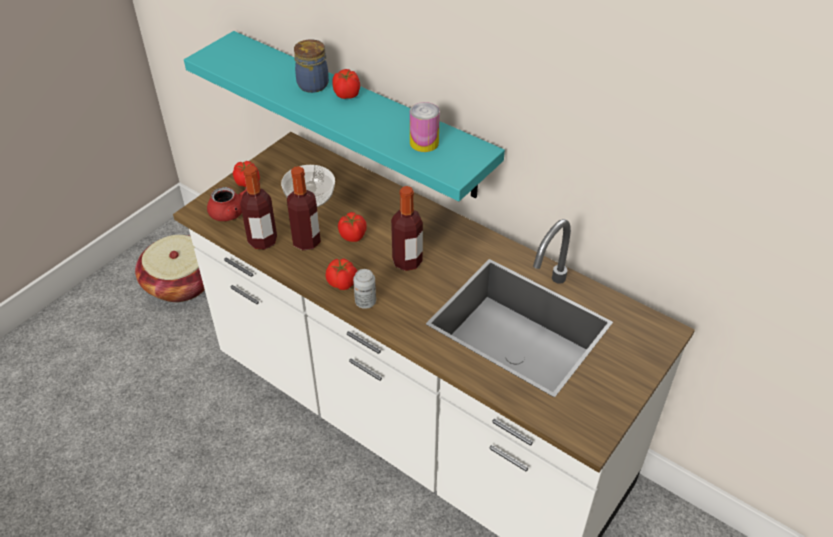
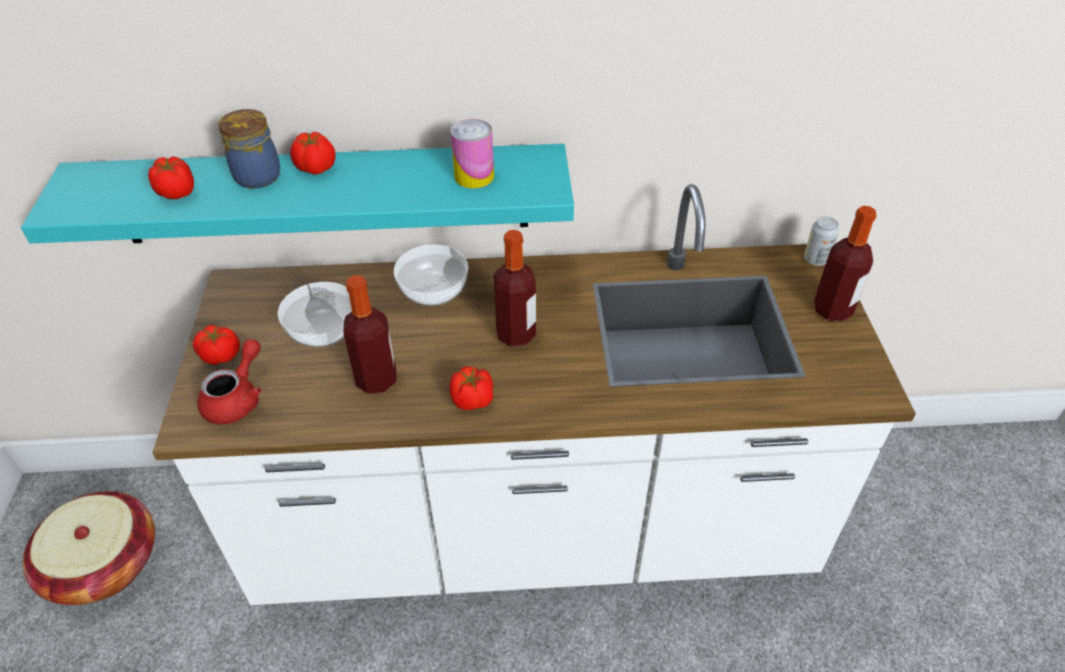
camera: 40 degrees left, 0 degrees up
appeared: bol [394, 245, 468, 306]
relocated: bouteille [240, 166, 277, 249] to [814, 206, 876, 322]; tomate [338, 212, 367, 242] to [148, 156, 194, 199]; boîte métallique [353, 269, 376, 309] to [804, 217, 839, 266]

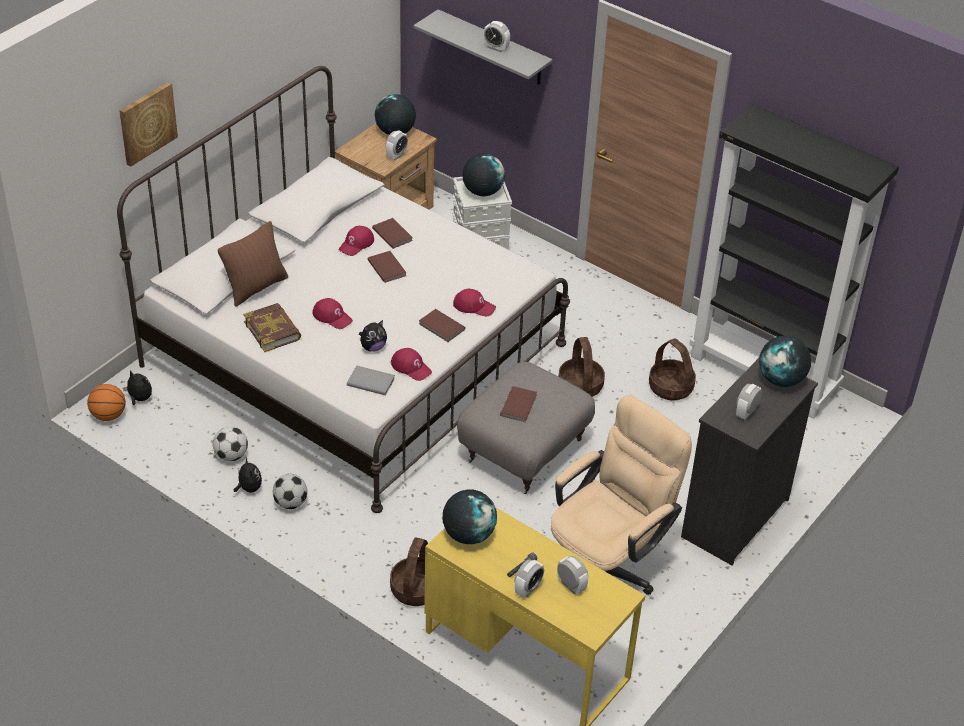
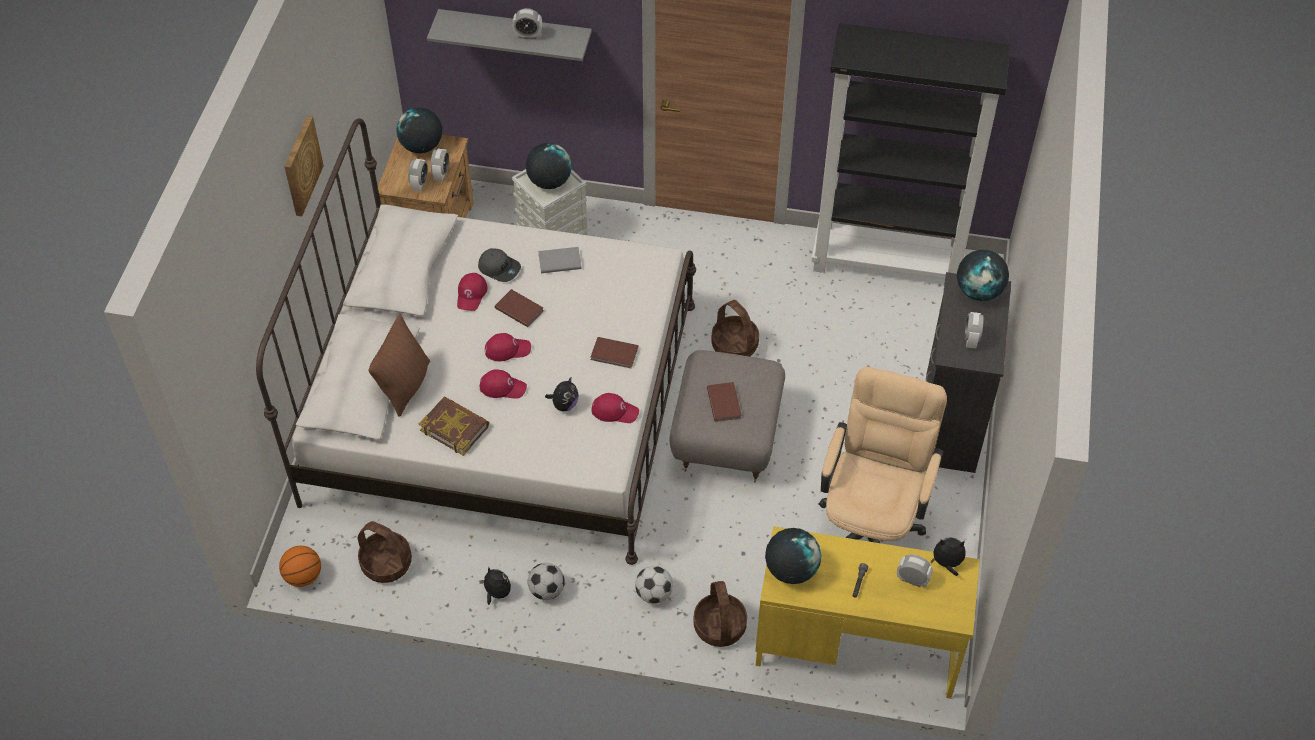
camera: 25 degrees left, 10 degrees up
relocated: tableau [119, 82, 178, 167] to [284, 116, 324, 216]; casquette/rouge [453, 288, 496, 316] to [485, 333, 531, 361]; panier [649, 339, 696, 401] to [357, 521, 412, 583]; livre/gris [347, 365, 395, 395] to [538, 247, 582, 273]; peluche [123, 370, 152, 405] to [931, 538, 966, 576]; ballon de foot [213, 427, 248, 461] to [635, 566, 673, 604]; réveil [514, 559, 544, 598] to [408, 159, 428, 191]
exchanged: livre/marron [372, 218, 413, 249] to casquette/gris [478, 248, 521, 282]

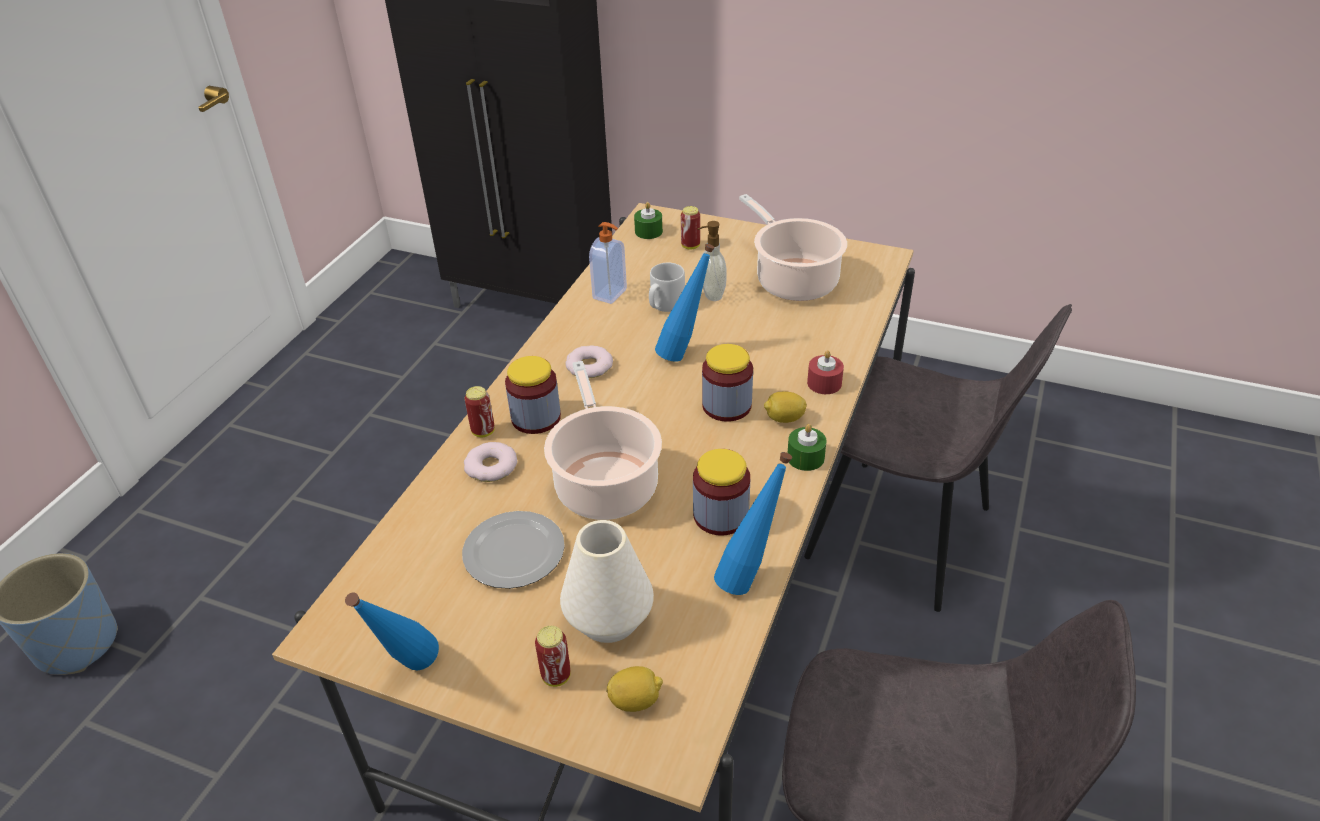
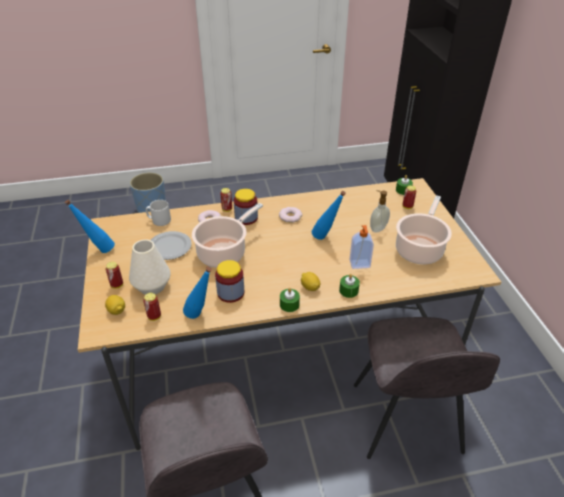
camera: 55 degrees right, 0 degrees up
missing: bocal [702, 344, 753, 422]
appeared: boîte métallique [143, 293, 161, 321]
relocated: distributeur de savon [589, 222, 627, 304] to [349, 225, 374, 269]; mug/gris [649, 263, 685, 312] to [146, 200, 171, 226]
colour: bougie/rouge [807, 350, 844, 394] to bougie/vert [339, 274, 360, 298]

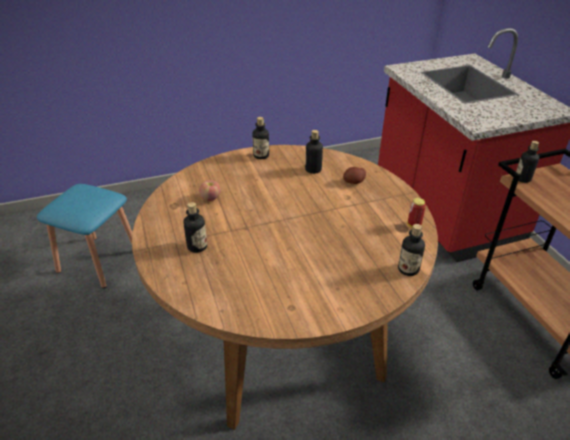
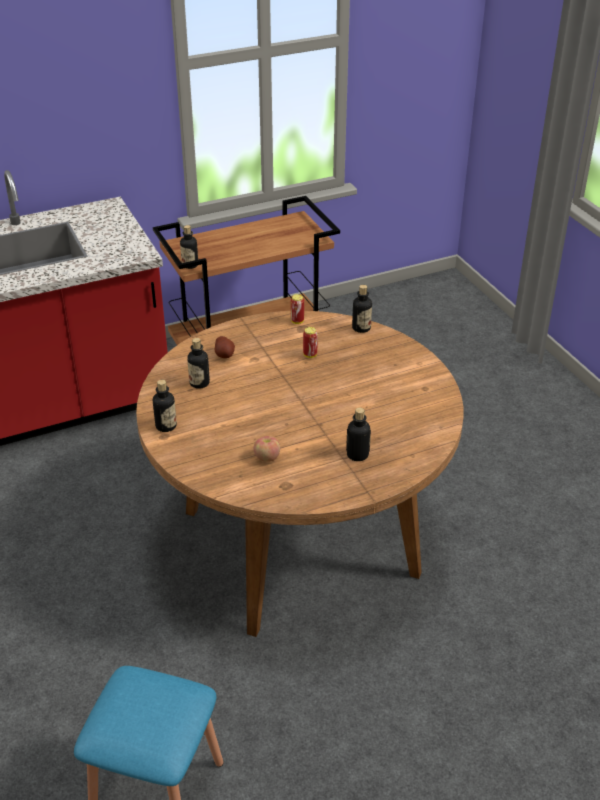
camera: 95 degrees left, 0 degrees up
appeared: boîte métallique [303, 327, 318, 358]

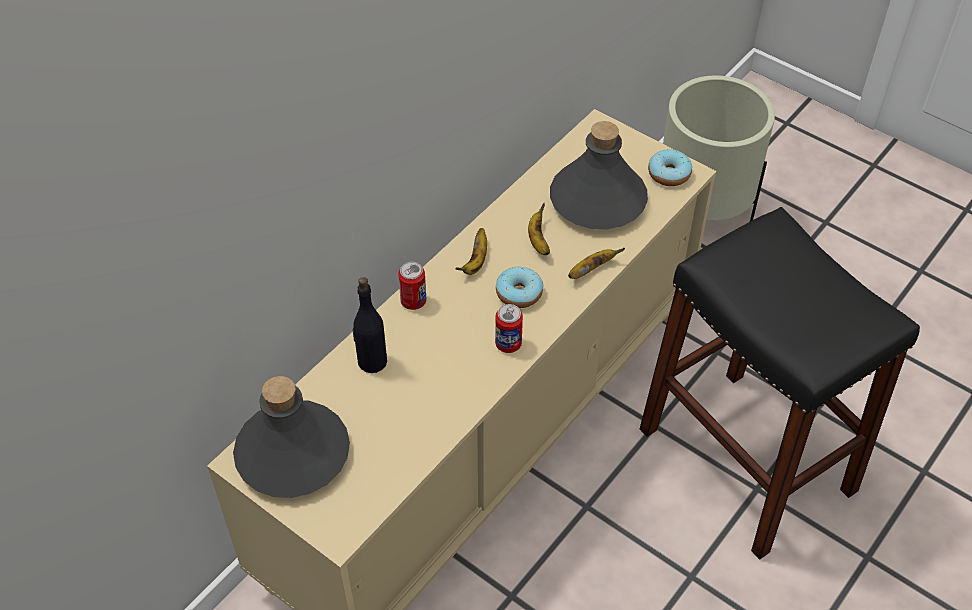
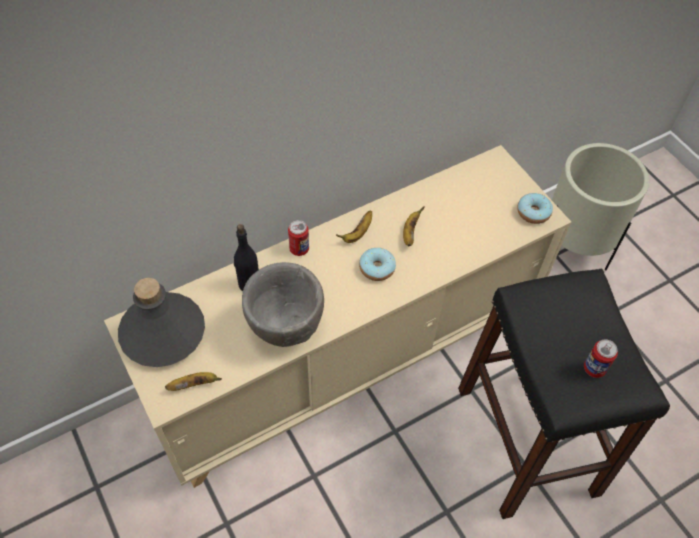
camera: 20 degrees right, 5 degrees up
missing: bouteille/gris [550, 121, 648, 229]
appeared: bol/gris [242, 262, 324, 347]
relocated: banane [568, 248, 625, 279] to [165, 372, 222, 391]; boîte métallique [495, 304, 523, 353] to [584, 339, 618, 378]

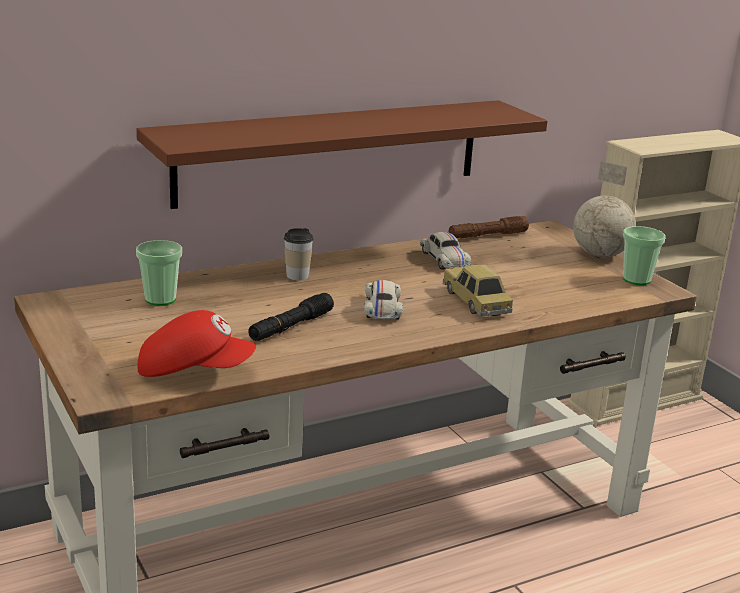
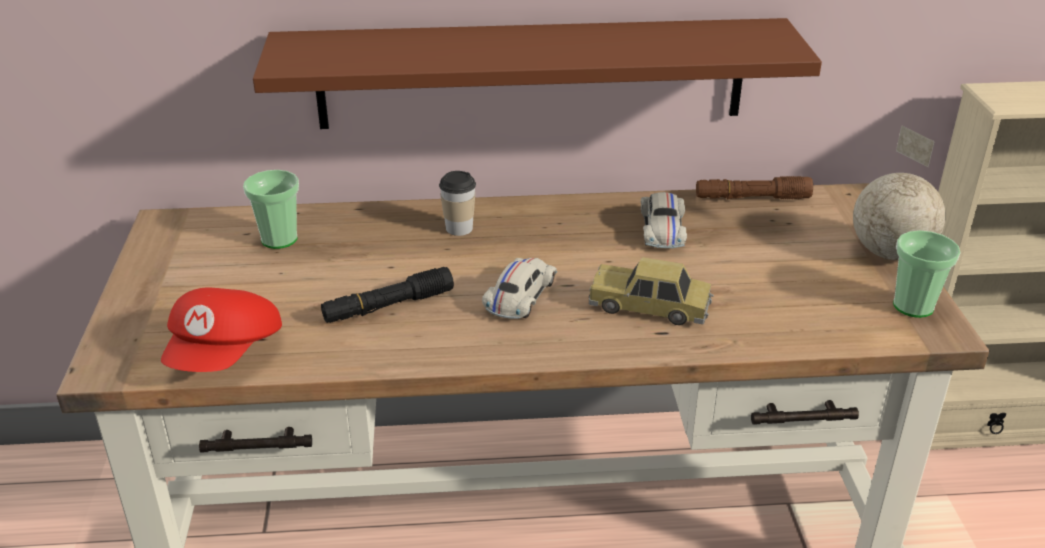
camera: 25 degrees right, 10 degrees up
spun: petite voiture [443, 265, 513, 317] = [589, 257, 714, 325] 75 degrees counterclockwise; casquette/rouge [138, 310, 256, 377] = [161, 287, 282, 372] 75 degrees clockwise

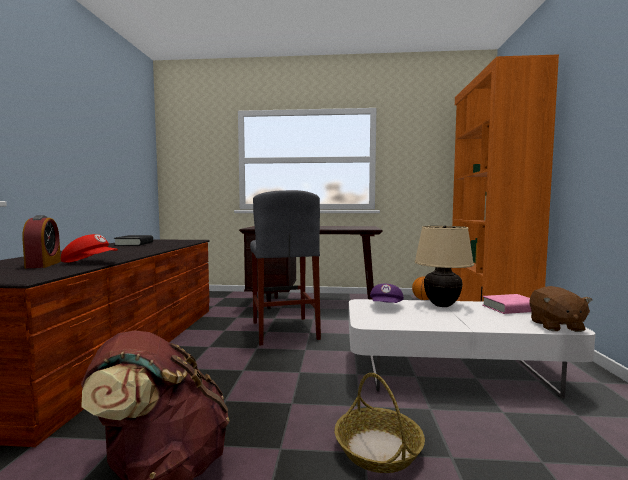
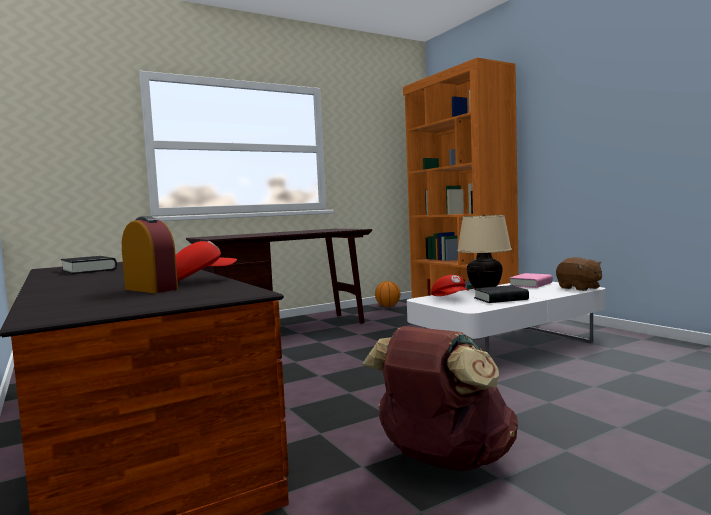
camera: 35 degrees left, 0 degrees up
missing: tabouret/gris [250, 190, 321, 345]; panier [335, 373, 425, 473]
appeared: livre/noir [474, 285, 529, 303]
colour: casquette/violet [370, 284, 404, 303] to casquette/rouge [431, 275, 469, 296]

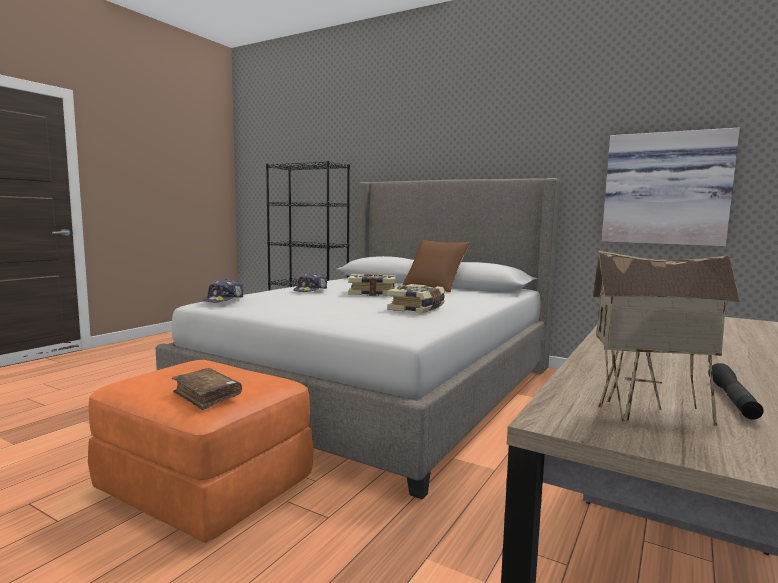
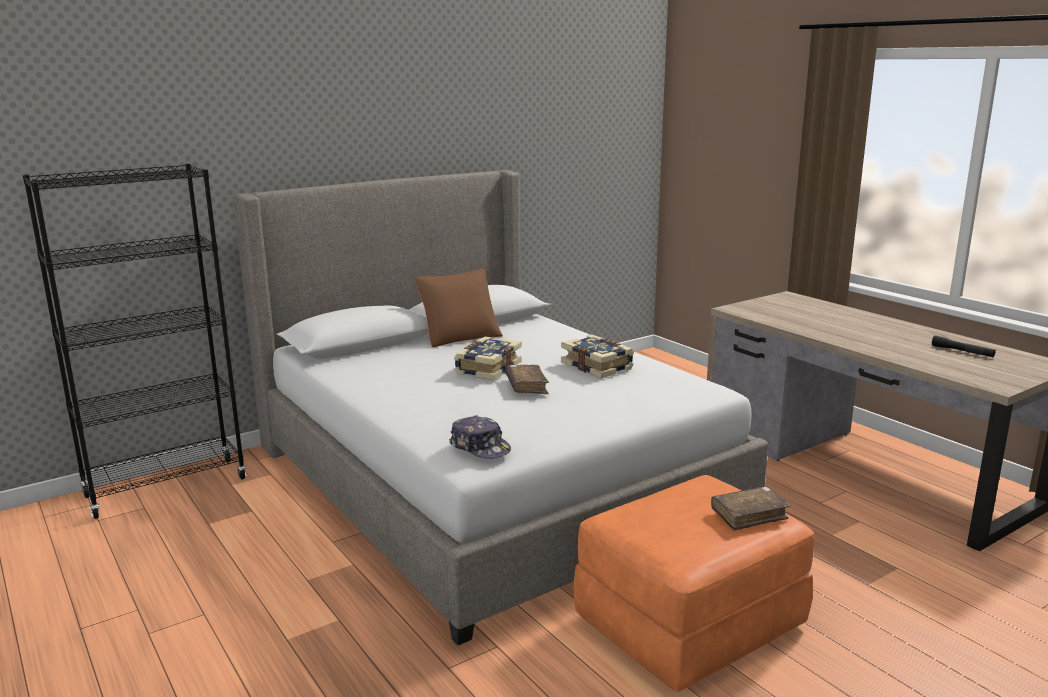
camera: 65 degrees left, 10 degrees up
missing: tableau [602, 128, 740, 246]; maison miniature [593, 250, 740, 426]; casquette [293, 273, 327, 292]
appeared: livre/marron [505, 365, 549, 394]

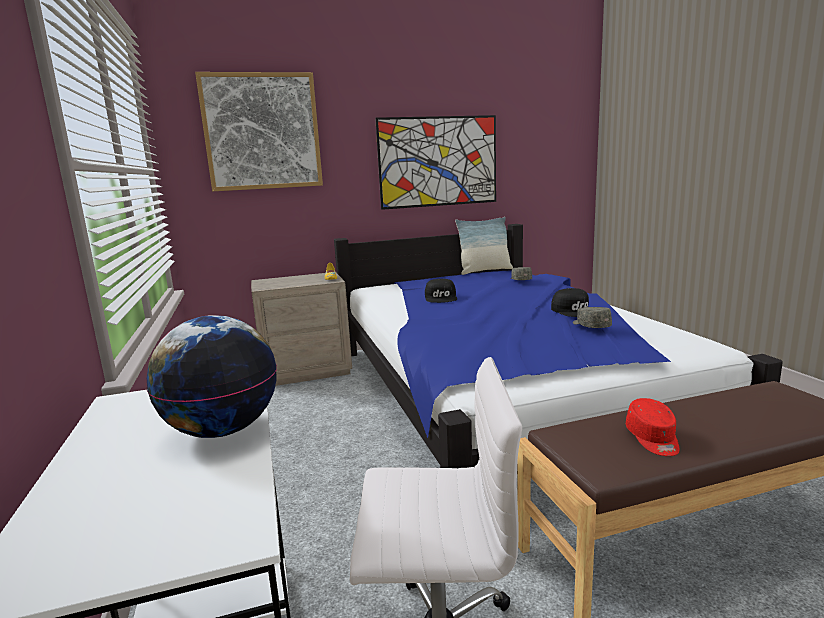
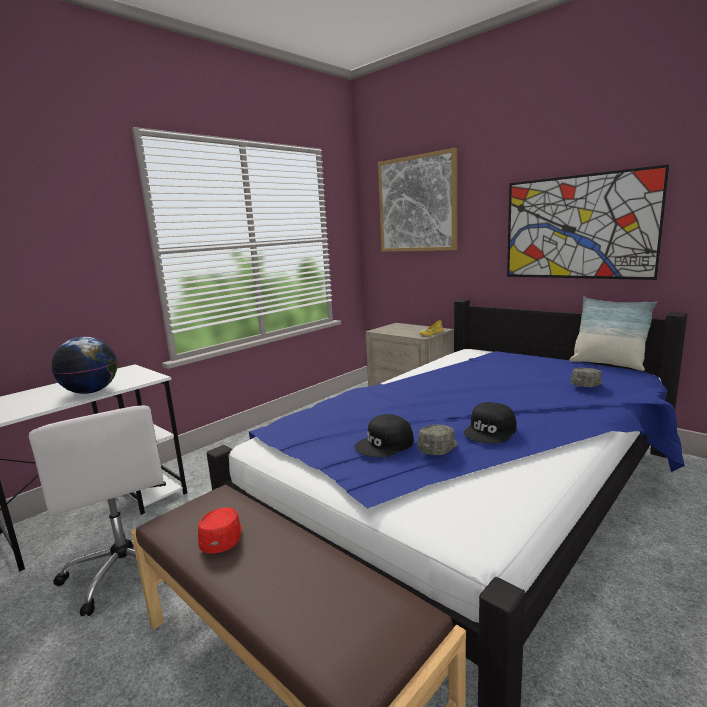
camera: 60 degrees right, 0 degrees up
relocated: casquette/noir [425, 279, 458, 303] to [355, 414, 414, 457]
spun: casquette/rouge [626, 398, 680, 456] = [198, 507, 242, 553] 120 degrees clockwise

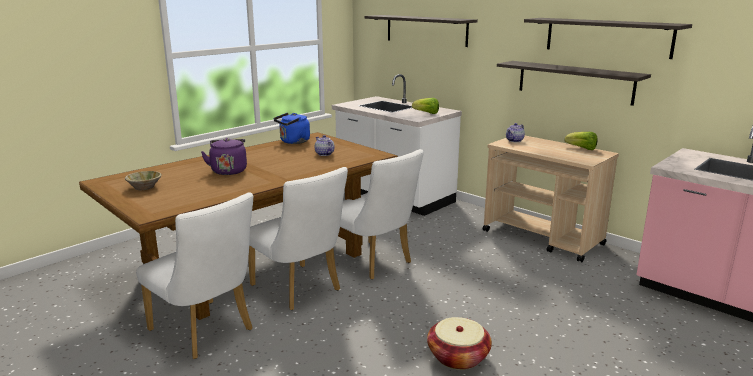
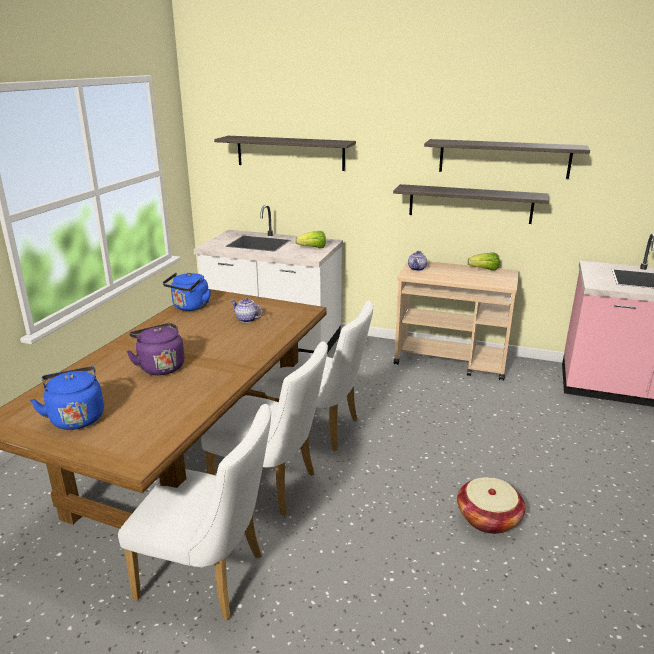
camera: 25 degrees left, 5 degrees up
exchanged: bol/beige [125, 171, 162, 190] to bouilloire/bleu [30, 366, 104, 430]

